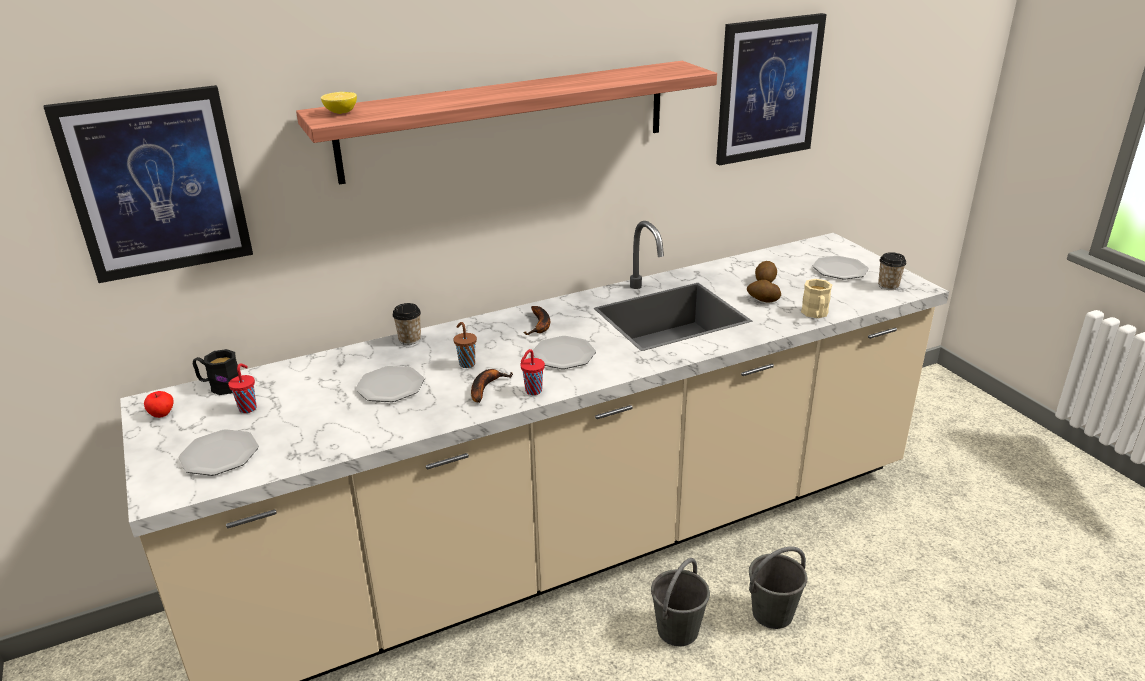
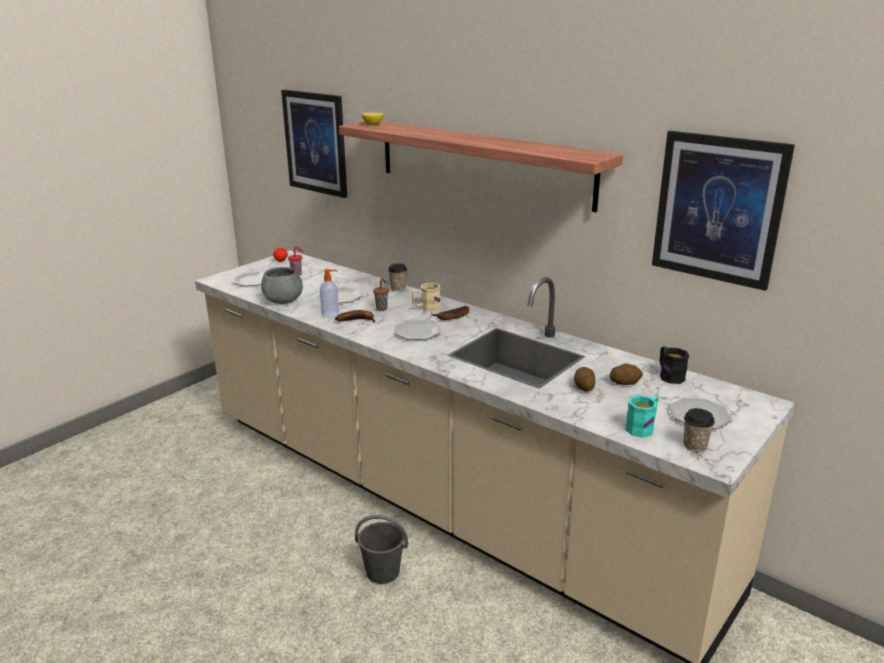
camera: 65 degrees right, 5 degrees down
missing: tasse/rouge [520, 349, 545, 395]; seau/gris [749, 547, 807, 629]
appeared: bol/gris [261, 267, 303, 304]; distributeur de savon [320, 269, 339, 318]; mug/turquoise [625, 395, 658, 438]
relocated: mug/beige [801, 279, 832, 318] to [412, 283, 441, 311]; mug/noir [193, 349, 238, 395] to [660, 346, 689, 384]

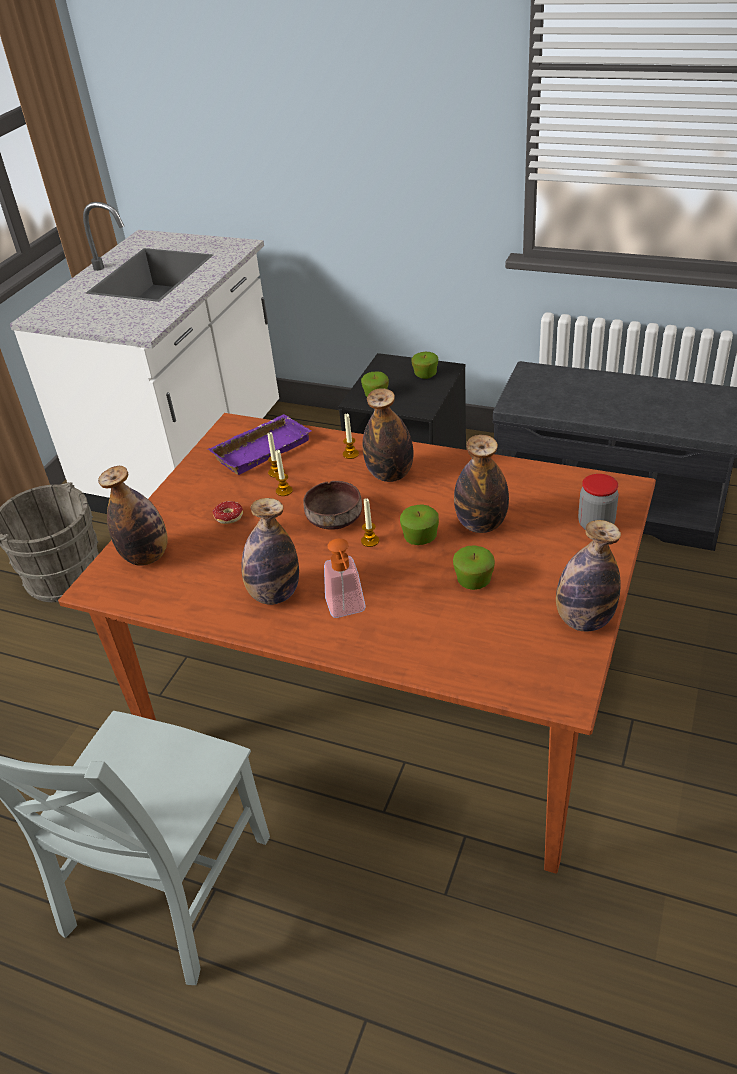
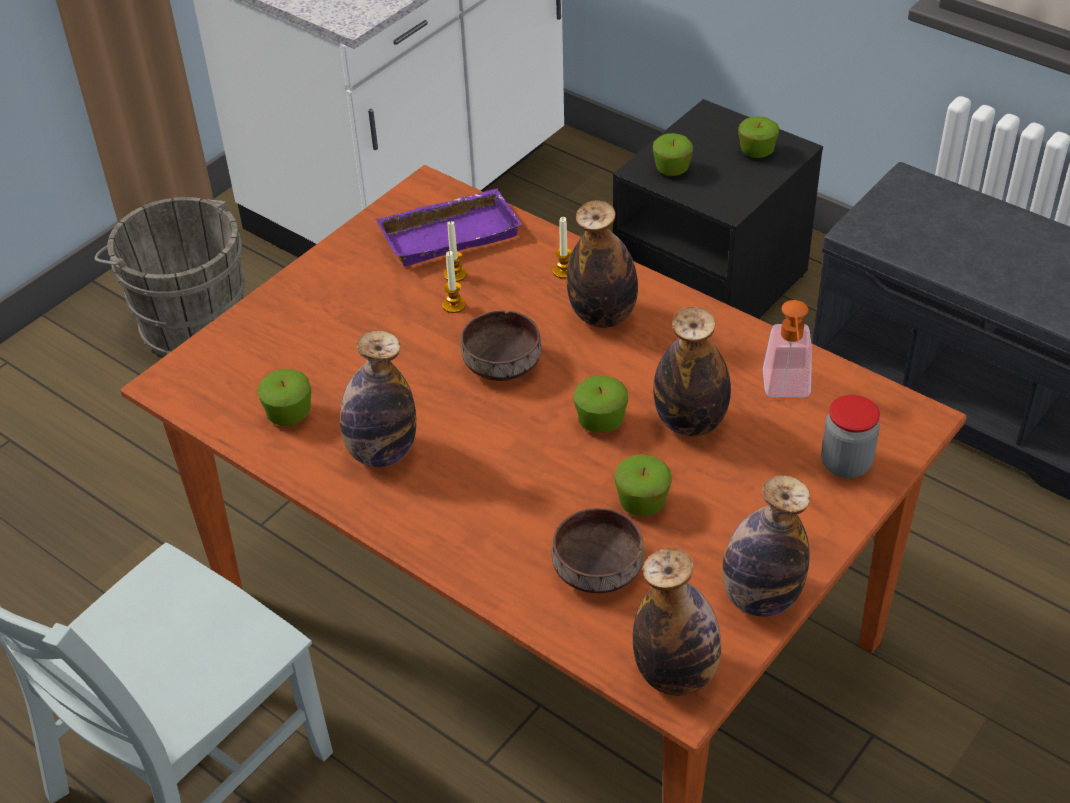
camera: 15 degrees right, 5 degrees up
missing: bougie [361, 498, 379, 547]; beignet [213, 501, 243, 524]
appeared: pomme [257, 369, 311, 426]; bol/marron [552, 508, 644, 593]
relocated: bouteille [98, 466, 168, 566] to [633, 548, 721, 696]; distributeur de savon [324, 538, 366, 618] to [763, 300, 812, 397]

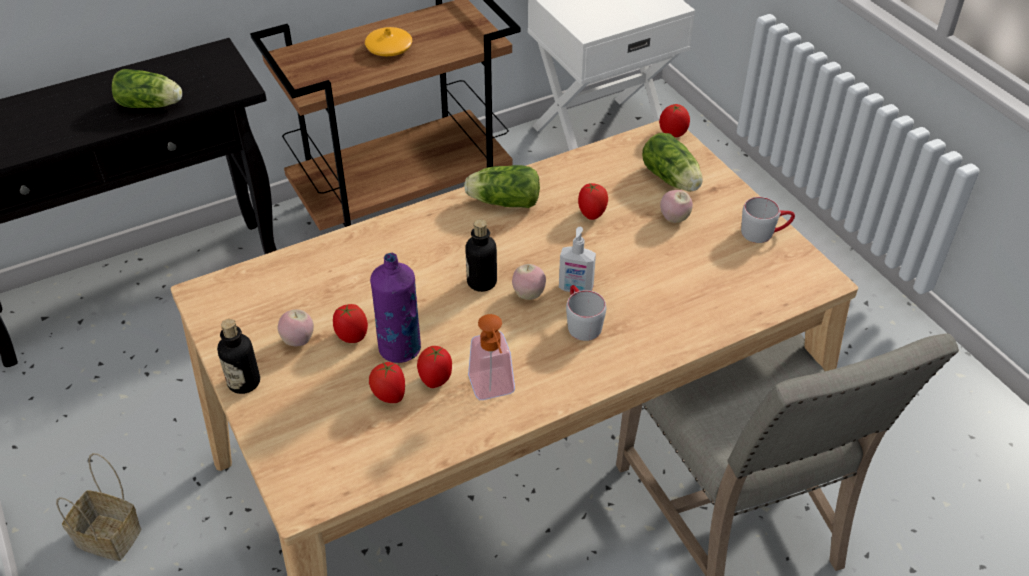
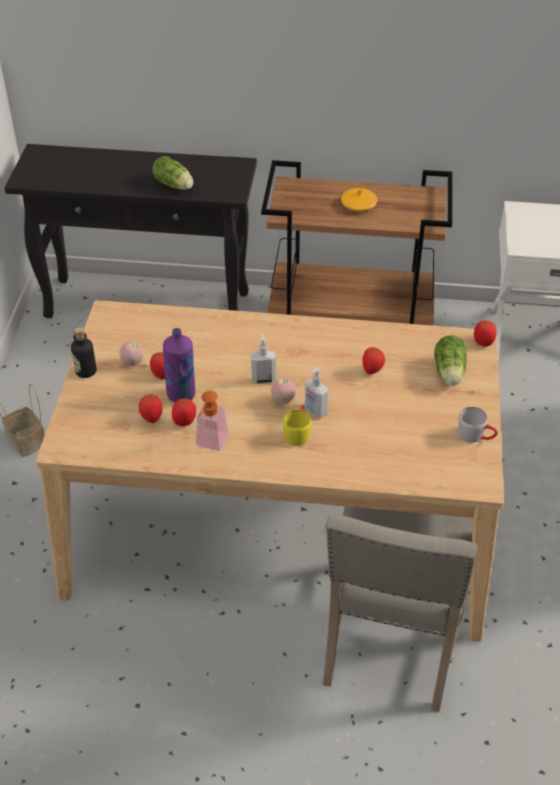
camera: 35 degrees right, 0 degrees up
missing: laitue [464, 165, 540, 208]; pomme [660, 190, 693, 223]
exchanged: bouteille [465, 219, 497, 292] to distributeur de savon [251, 333, 276, 384]
colour: mug/gris [566, 285, 606, 341] to mug/jaune [283, 405, 312, 446]

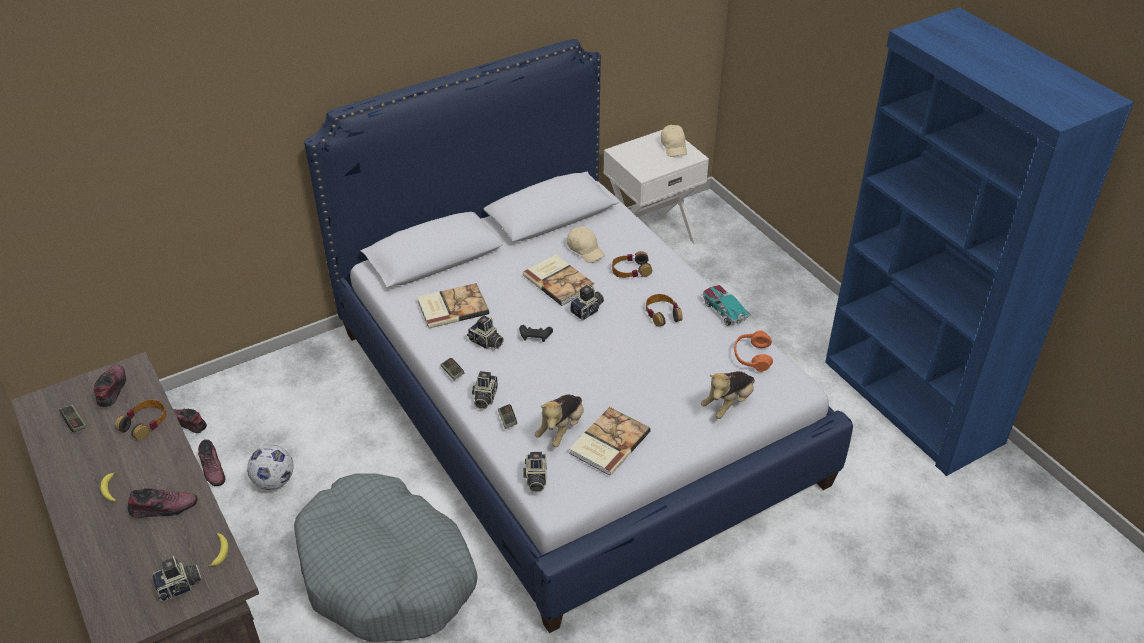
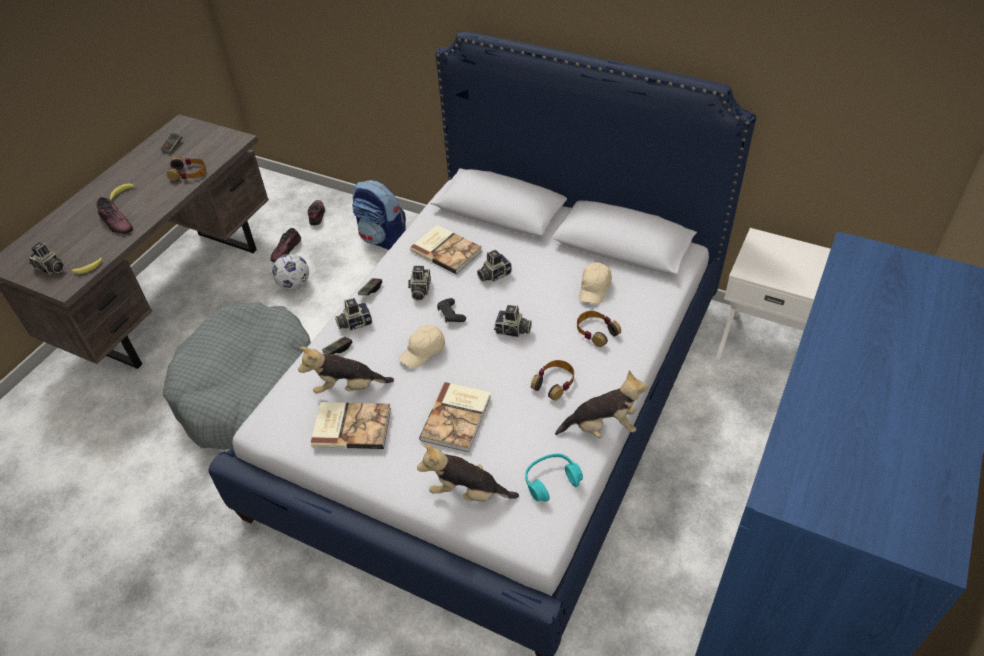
camera: 60 degrees right, 5 degrees up
missing: chaussure [93, 365, 126, 407]
appeared: sac à dos [352, 180, 406, 250]
relocated: casquette/beige [661, 125, 687, 157] to [399, 325, 445, 368]; livre [523, 254, 594, 306] to [419, 382, 491, 452]; appareil photo [523, 452, 547, 493] to [477, 250, 512, 282]
exchanged: petite voiture [703, 285, 751, 326] to peluche [555, 370, 647, 438]
colour: casque audio/orange [734, 331, 773, 372] to casque audio/turquoise [525, 454, 583, 501]

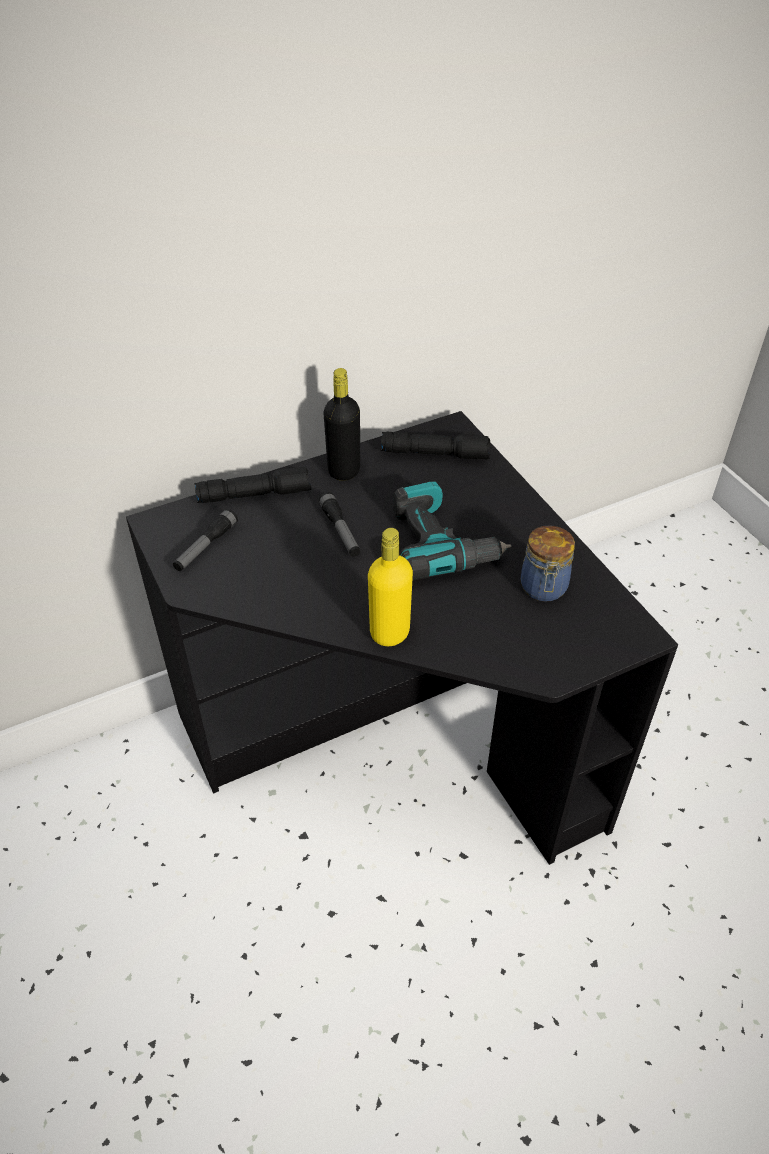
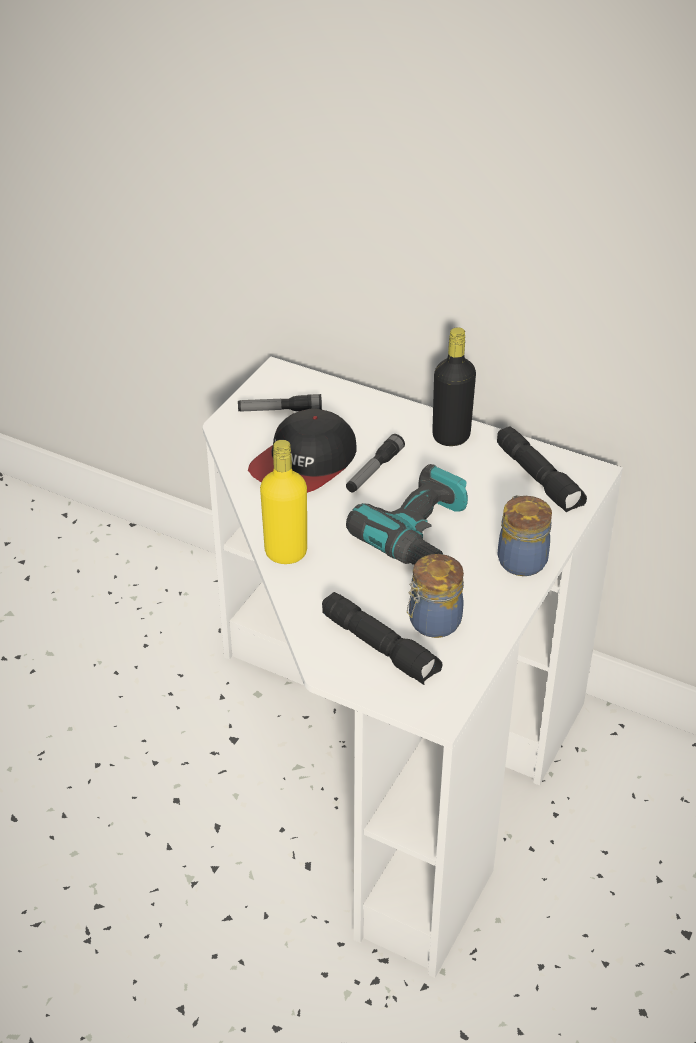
camera: 55 degrees right, 5 degrees down
appeared: casquette [248, 408, 357, 493]; bocal [498, 495, 552, 576]
relocated: lampe de poche/noir [194, 467, 311, 503] to [322, 592, 443, 685]
colour: bureau/noir [126, 411, 678, 865] to bureau/blanc [203, 357, 623, 978]

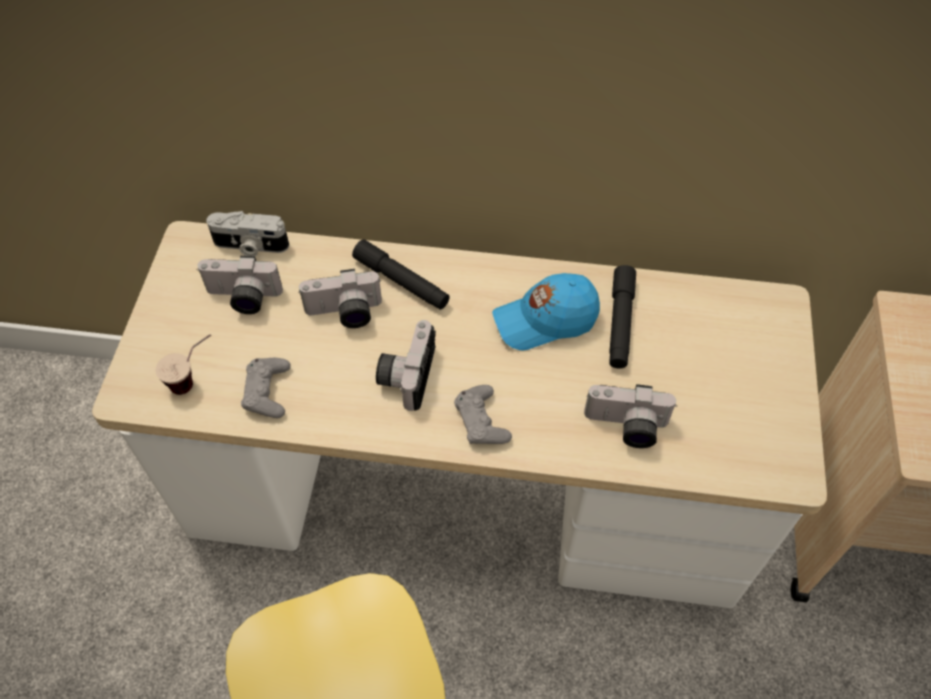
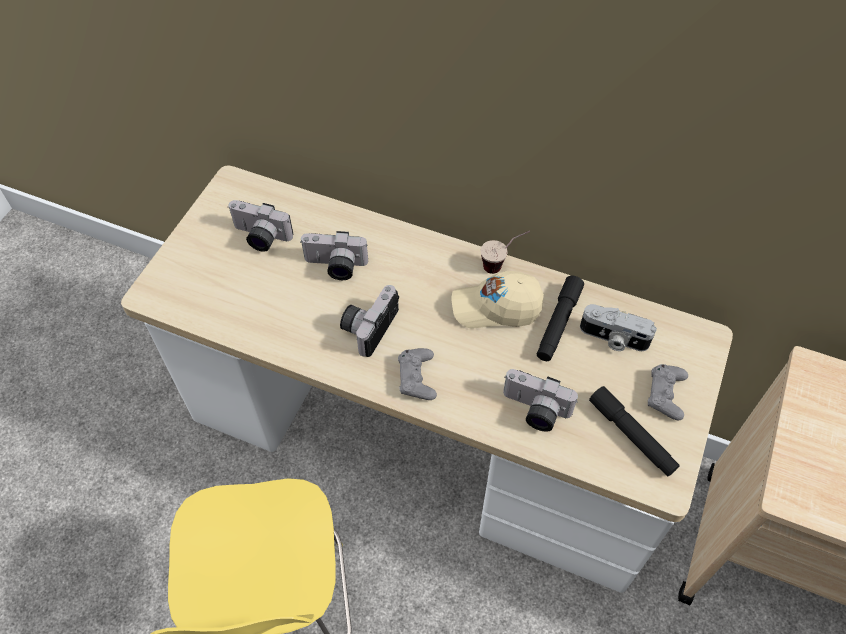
camera: 15 degrees right, 0 degrees up
relocated: appareil photo [206, 211, 289, 256] to [580, 304, 657, 351]; lampe de poche/noir [352, 239, 449, 309] to [589, 386, 680, 476]; tasse [155, 334, 211, 395] to [480, 231, 530, 274]; manette/gris [241, 358, 291, 418] to [648, 364, 688, 420]
colour: casquette/bleu [492, 273, 600, 350] to casquette/beige [452, 271, 544, 329]

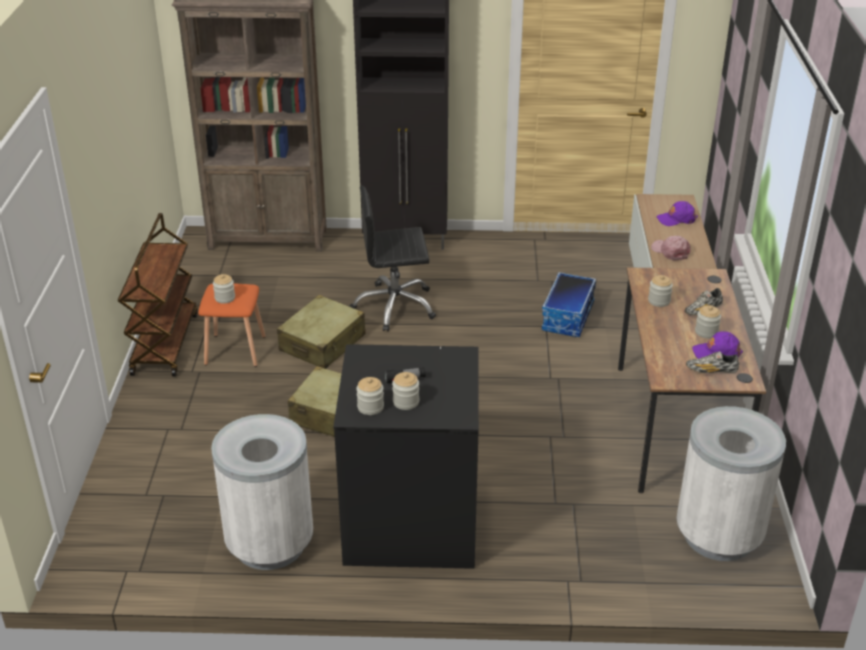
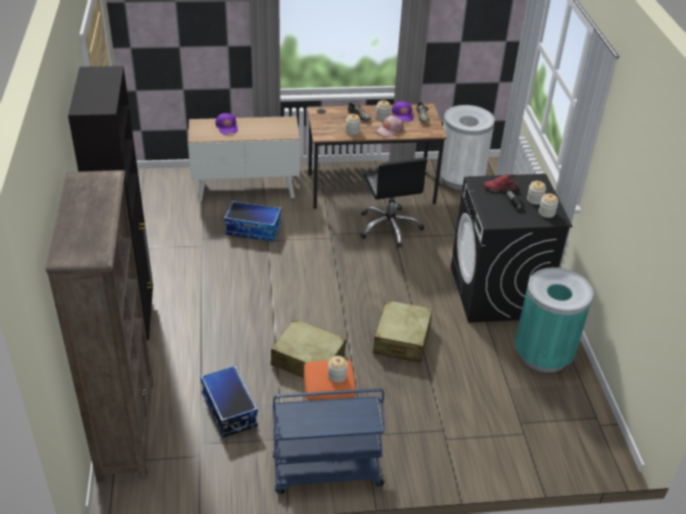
camera: 100 degrees left, 5 degrees up
appeared: chaussure/rouge [484, 174, 518, 192]; boîte de rangement [200, 365, 258, 438]
relocated: chaise de bureau/noir [349, 186, 436, 331] to [360, 158, 427, 248]; casquette/rose [651, 236, 690, 261] to [376, 116, 404, 137]
colour: chariot/marron [118, 213, 198, 377] to chariot/bleu [273, 388, 385, 494]; poubelle/blanc [211, 414, 313, 570] to poubelle/turquoise [515, 267, 593, 373]

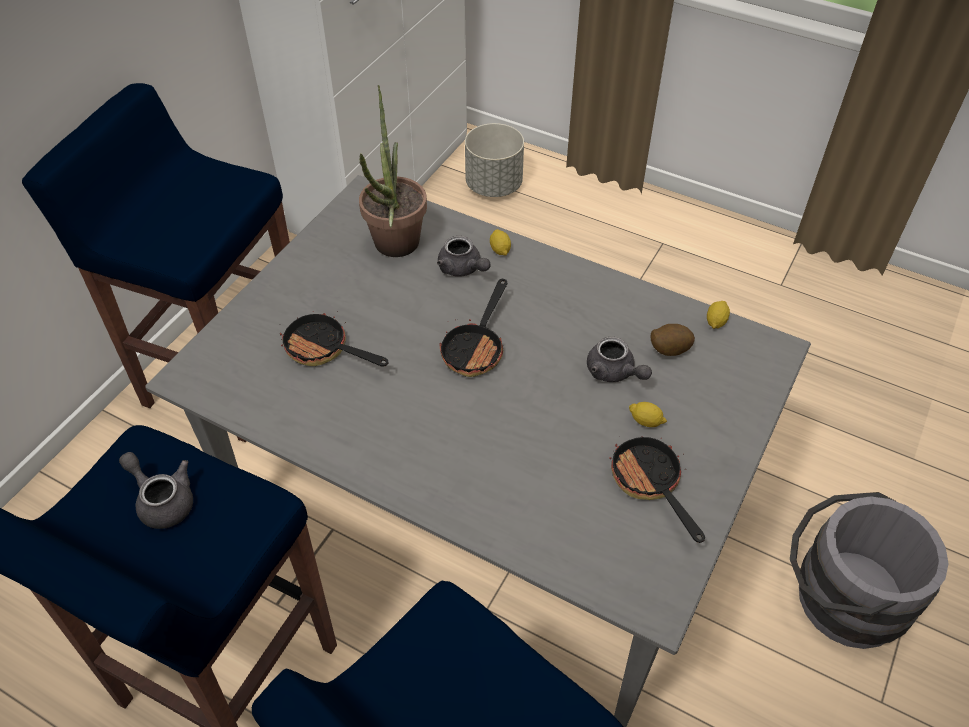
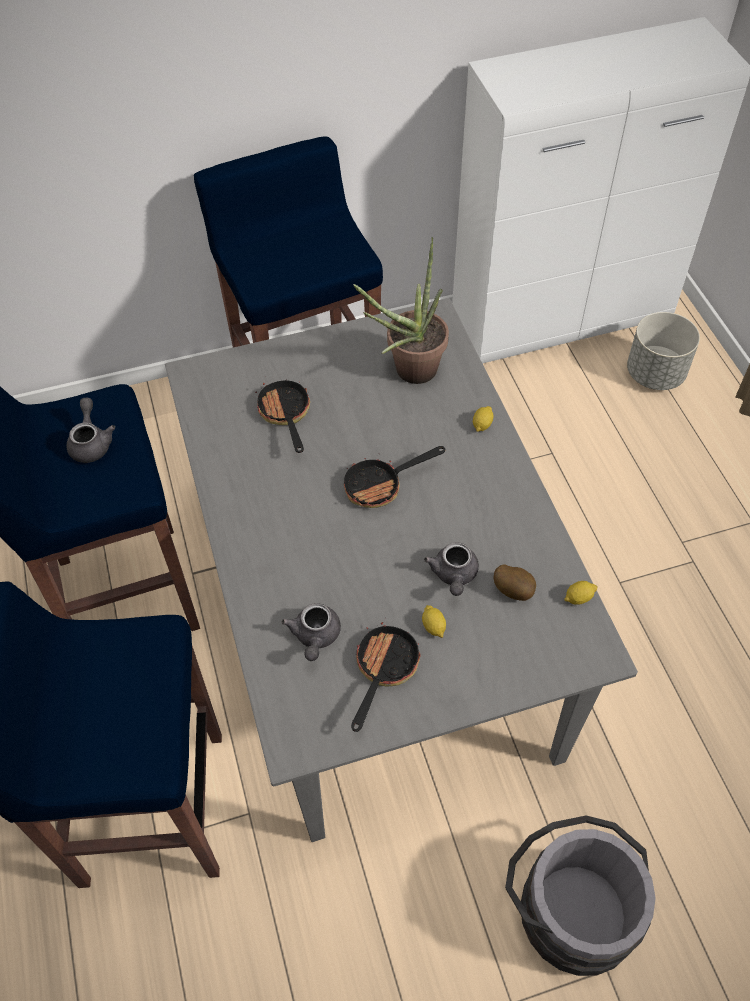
camera: 45 degrees right, 5 degrees up
relocated: théière/gris [437, 236, 490, 277] to [282, 603, 341, 661]

